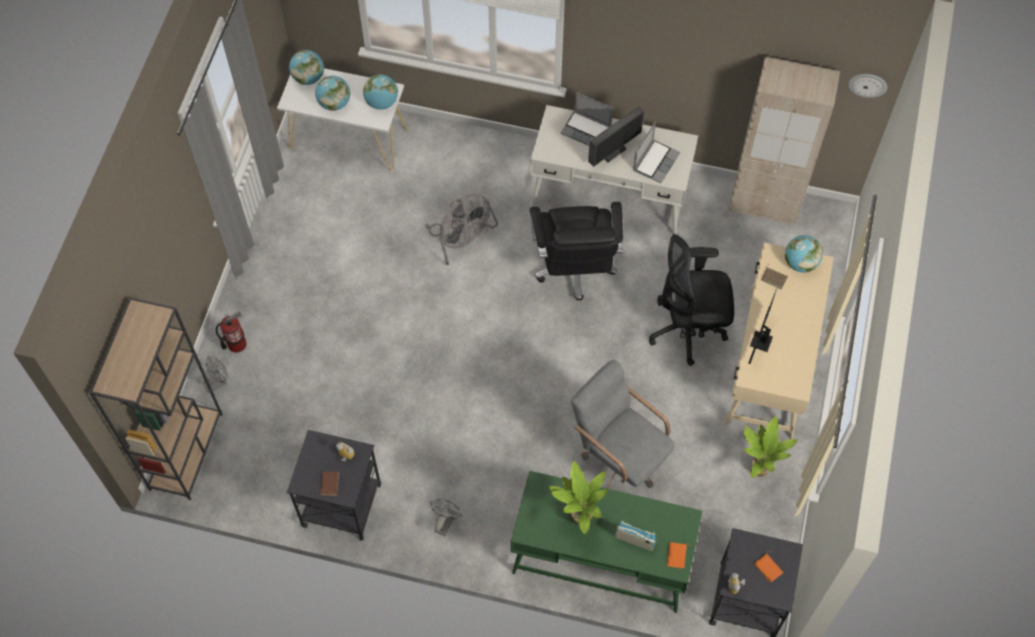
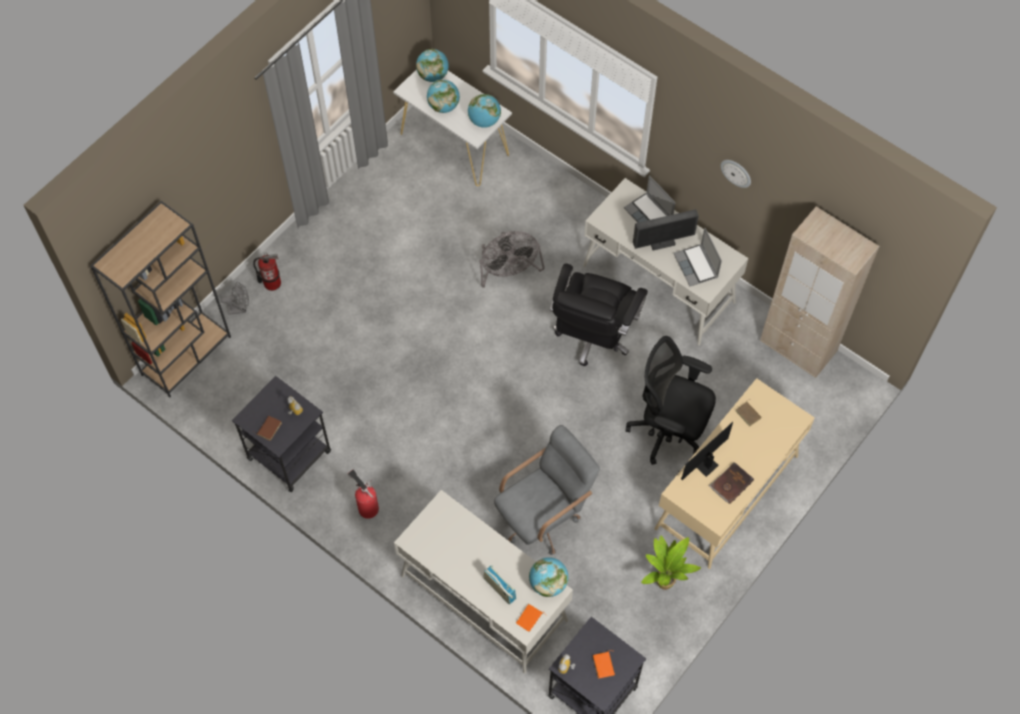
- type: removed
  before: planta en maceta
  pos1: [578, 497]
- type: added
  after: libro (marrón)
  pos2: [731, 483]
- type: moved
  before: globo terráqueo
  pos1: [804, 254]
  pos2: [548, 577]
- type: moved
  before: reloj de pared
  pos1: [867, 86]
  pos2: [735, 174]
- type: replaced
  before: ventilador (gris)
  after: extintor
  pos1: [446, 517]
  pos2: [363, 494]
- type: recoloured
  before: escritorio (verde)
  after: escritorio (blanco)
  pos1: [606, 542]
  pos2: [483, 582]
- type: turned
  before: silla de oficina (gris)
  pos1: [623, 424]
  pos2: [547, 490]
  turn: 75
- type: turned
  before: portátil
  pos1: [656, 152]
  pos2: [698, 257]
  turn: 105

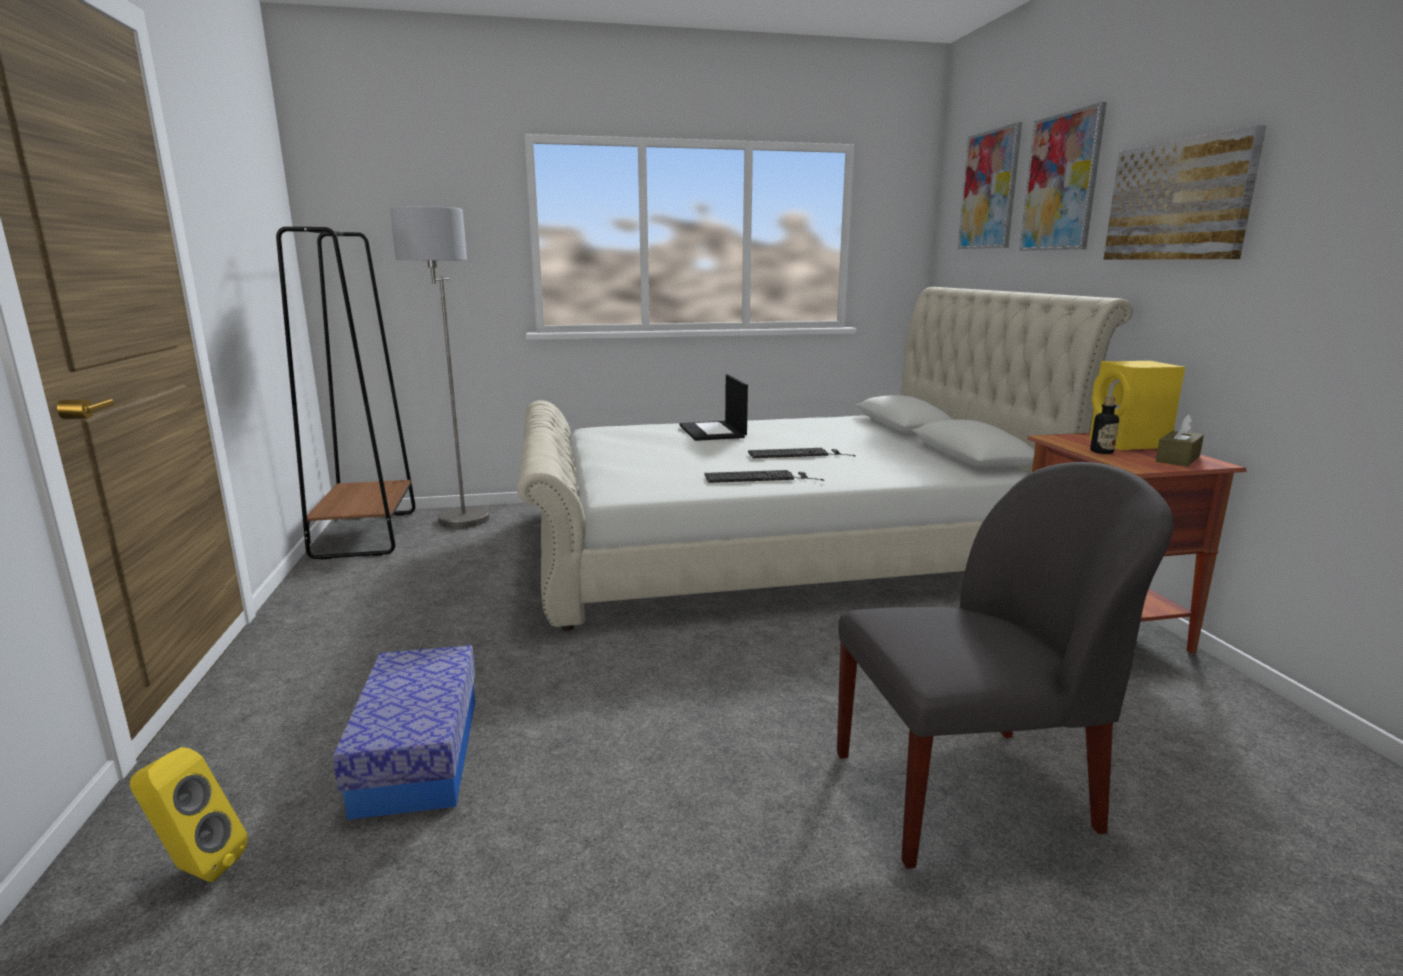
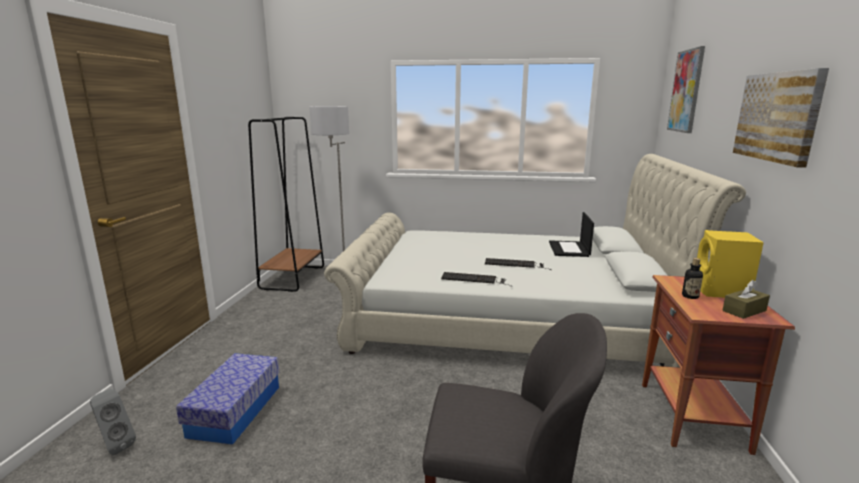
- type: removed
  before: cuadro
  pos1: [1063, 176]
- type: moved
  before: portátil
  pos1: [714, 407]
  pos2: [571, 234]
- type: recoloured
  before: altavoz (amarillo)
  after: altavoz (gris)
  pos1: [189, 814]
  pos2: [113, 422]

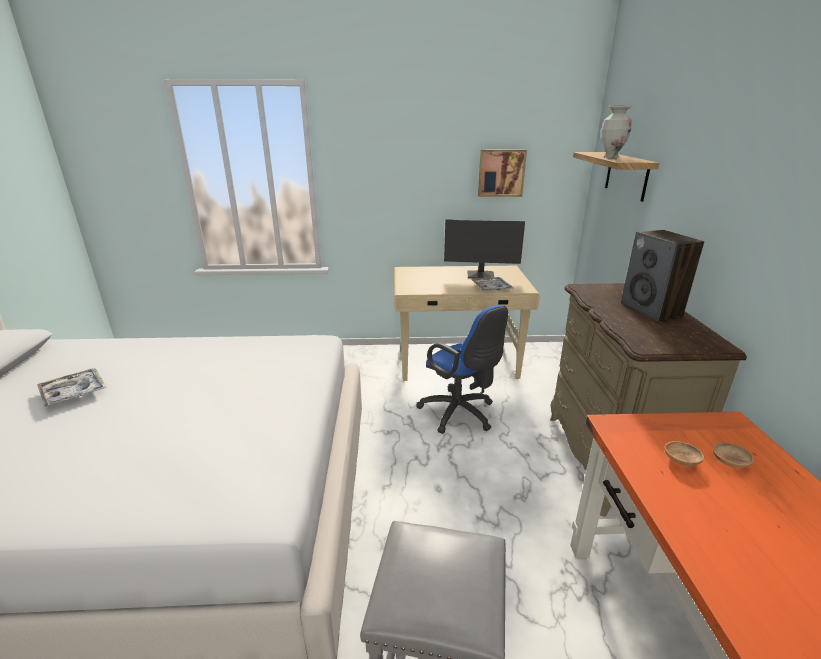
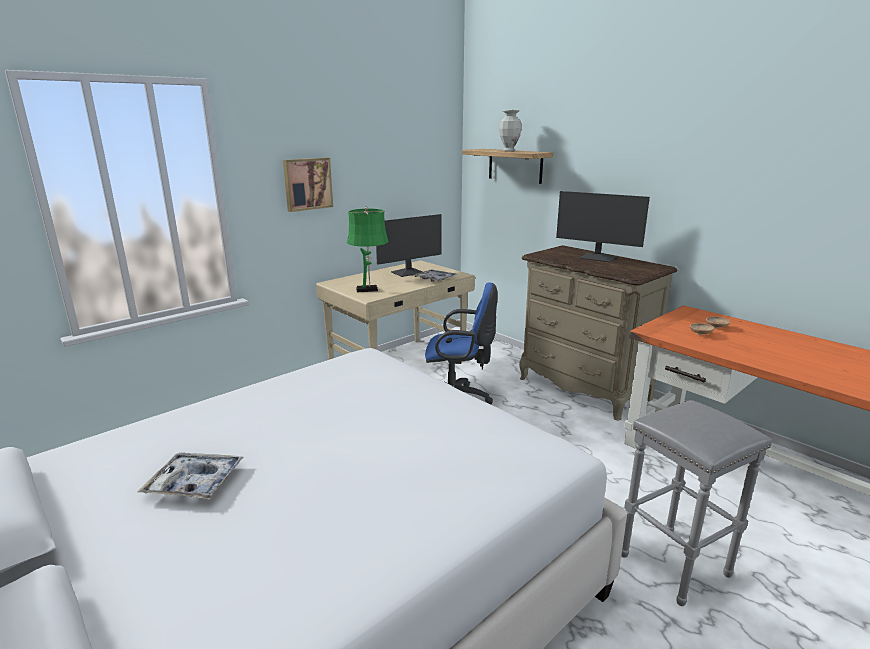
- type: added
  after: lámpara de mesa (verde)
  pos2: [367, 249]
- type: moved
  before: cuadro
  pos1: [502, 173]
  pos2: [308, 185]
- type: replaced
  before: altavoz
  after: monitor
  pos1: [662, 275]
  pos2: [603, 226]

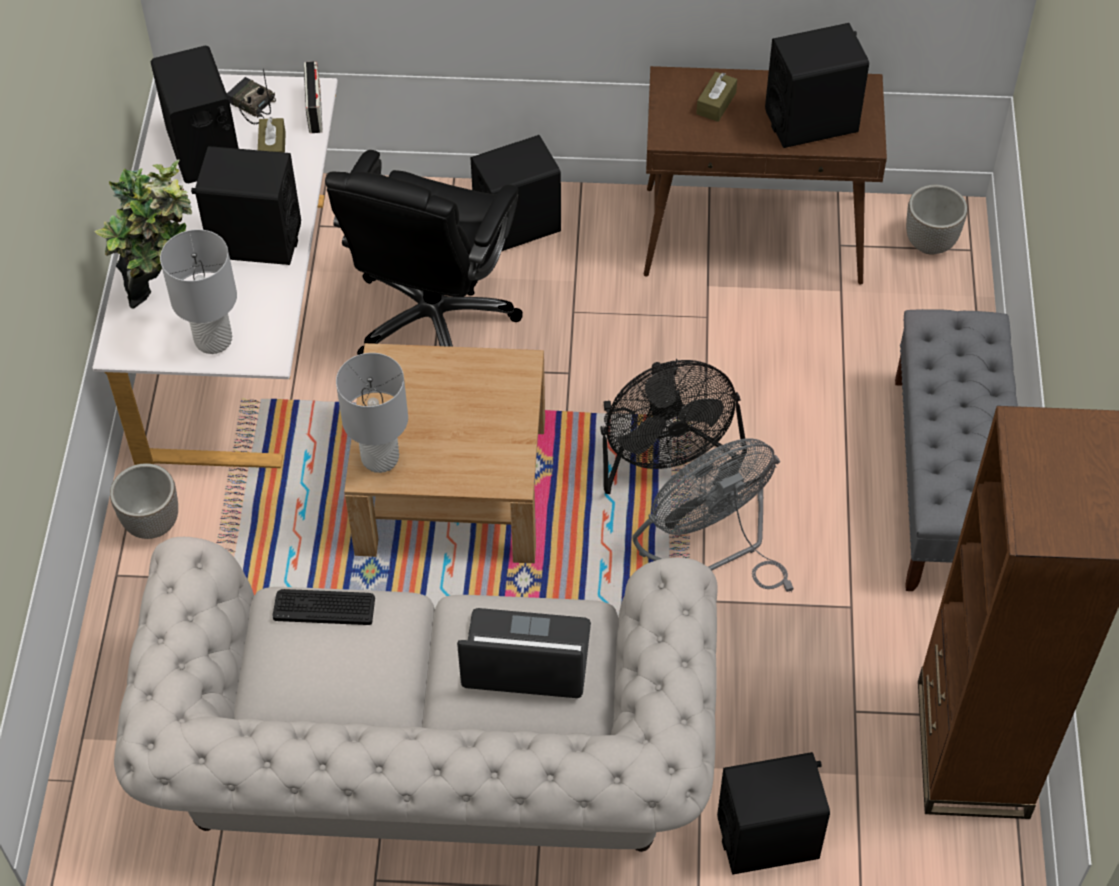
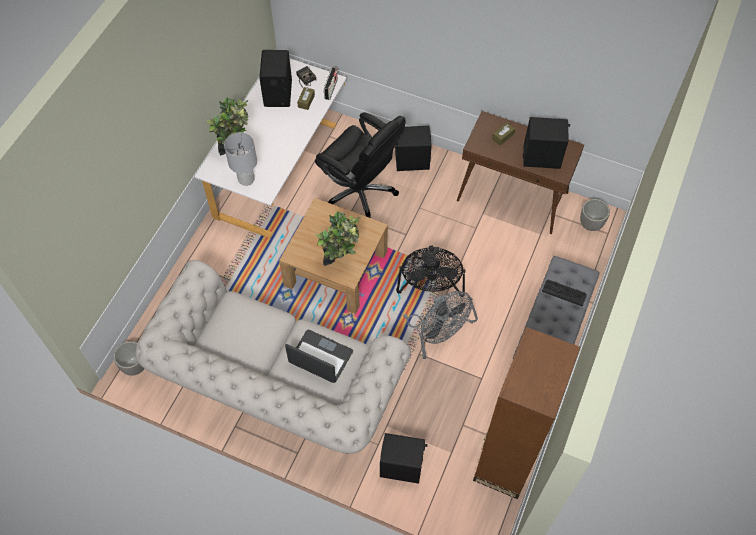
- type: removed
  before: altavoz (negro)
  pos1: [246, 205]
- type: removed
  before: lámpara de mesa (gris)
  pos1: [372, 413]
- type: added
  after: planta en maceta
  pos2: [338, 238]
- type: moved
  before: maceta
  pos1: [144, 501]
  pos2: [128, 358]
- type: moved
  before: teclado
  pos1: [324, 607]
  pos2: [564, 293]
- type: turned
  before: silla de oficina (negro)
  pos1: [424, 252]
  pos2: [360, 165]
  turn: -90
- type: turned
  before: ventilador (gris)
  pos1: [712, 515]
  pos2: [440, 325]
  turn: 150

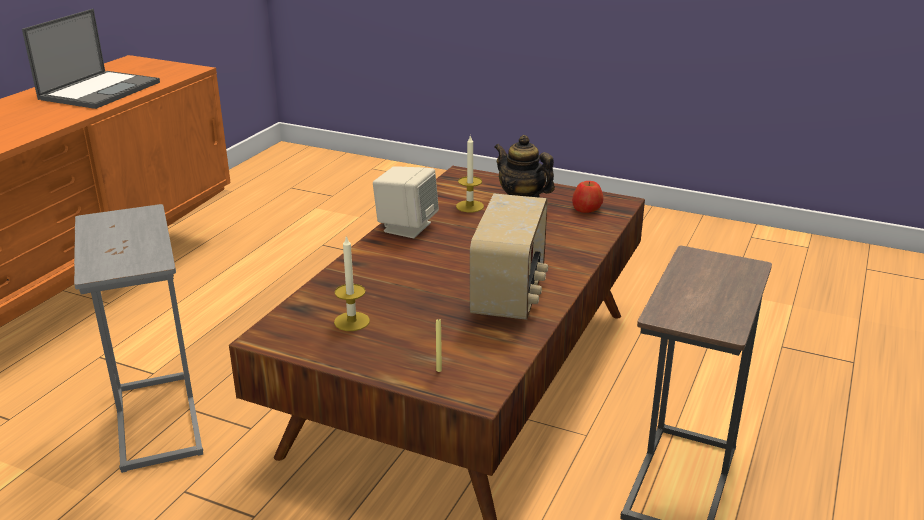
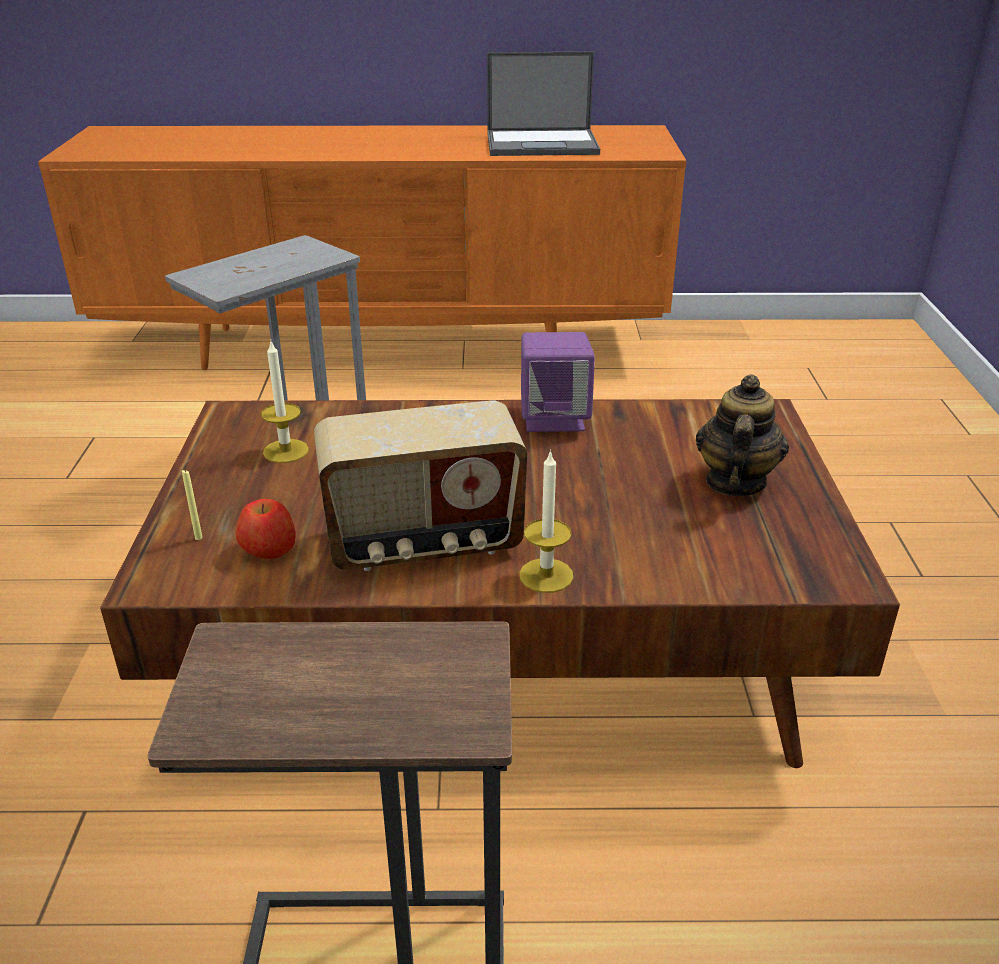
- type: moved
  before: vela
  pos1: [470, 173]
  pos2: [546, 521]
- type: moved
  before: manzana
  pos1: [587, 197]
  pos2: [266, 529]
- type: recoloured
  before: altavoz (beis)
  after: altavoz (morado)
  pos1: [406, 202]
  pos2: [558, 382]

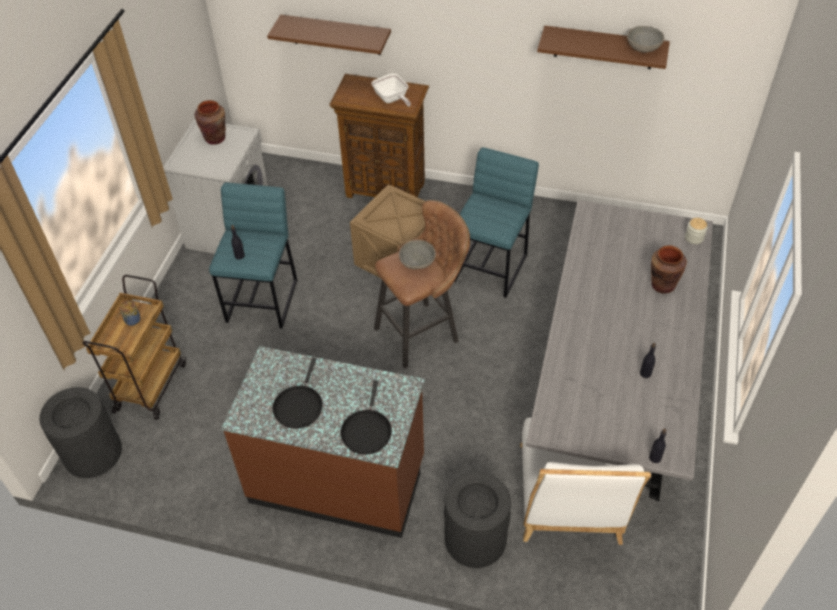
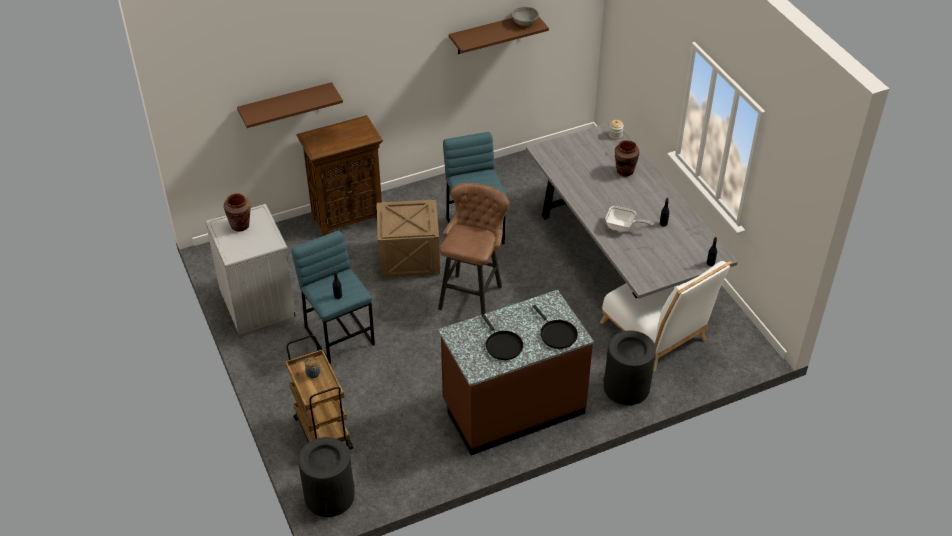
- type: removed
  before: cuenco (gris)
  pos1: [417, 254]
- type: moved
  before: sartén
  pos1: [391, 90]
  pos2: [629, 219]

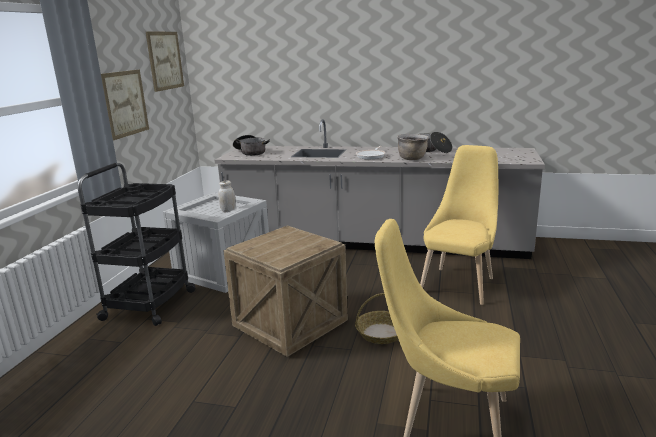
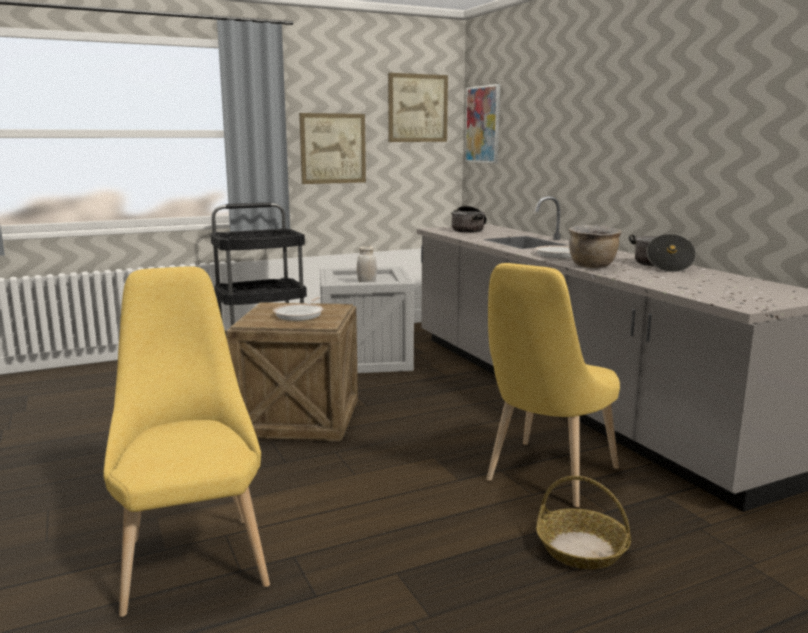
- type: added
  after: sartén
  pos2: [298, 309]
- type: added
  after: cuadro
  pos2: [482, 123]
- type: moved
  before: cesta
  pos1: [376, 318]
  pos2: [583, 522]
- type: turned
  before: silla (amarillo)
  pos1: [459, 225]
  pos2: [553, 385]
  turn: 135

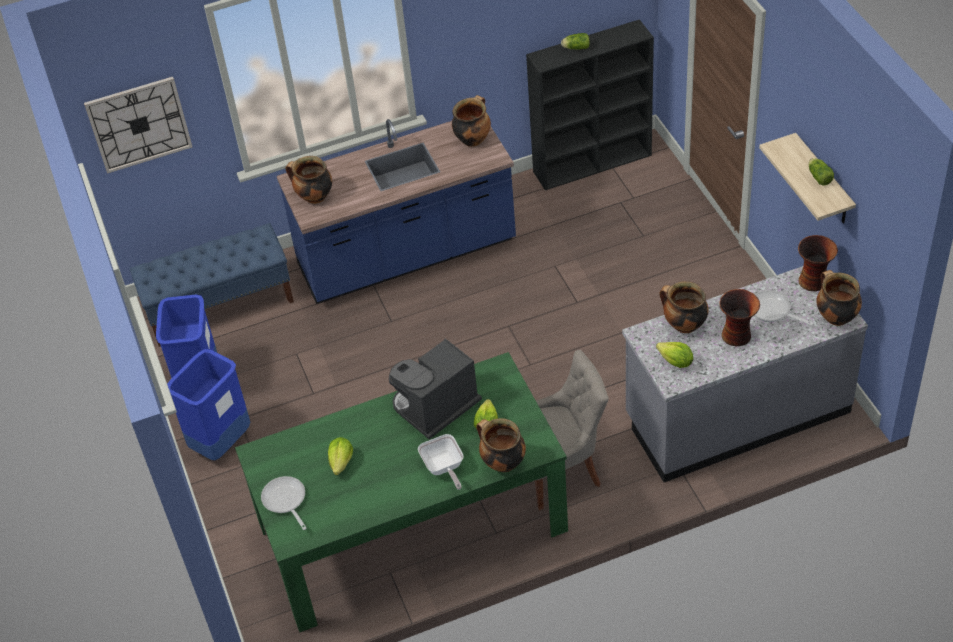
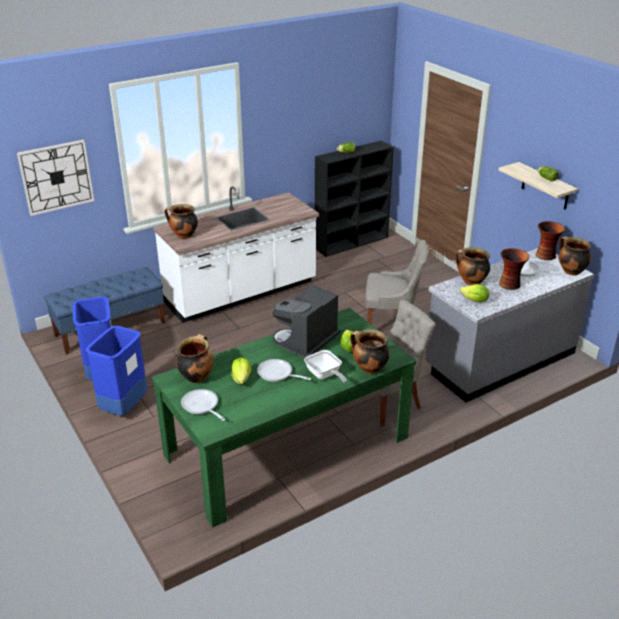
- type: added
  after: sartén
  pos2: [284, 370]
- type: added
  after: silla (gris)
  pos2: [396, 282]
- type: moved
  before: olla
  pos1: [471, 121]
  pos2: [195, 358]
- type: recoloured
  before: mueble bajo de cocina (azul)
  after: mueble bajo de cocina (blanco)
  pos1: [396, 211]
  pos2: [236, 254]

